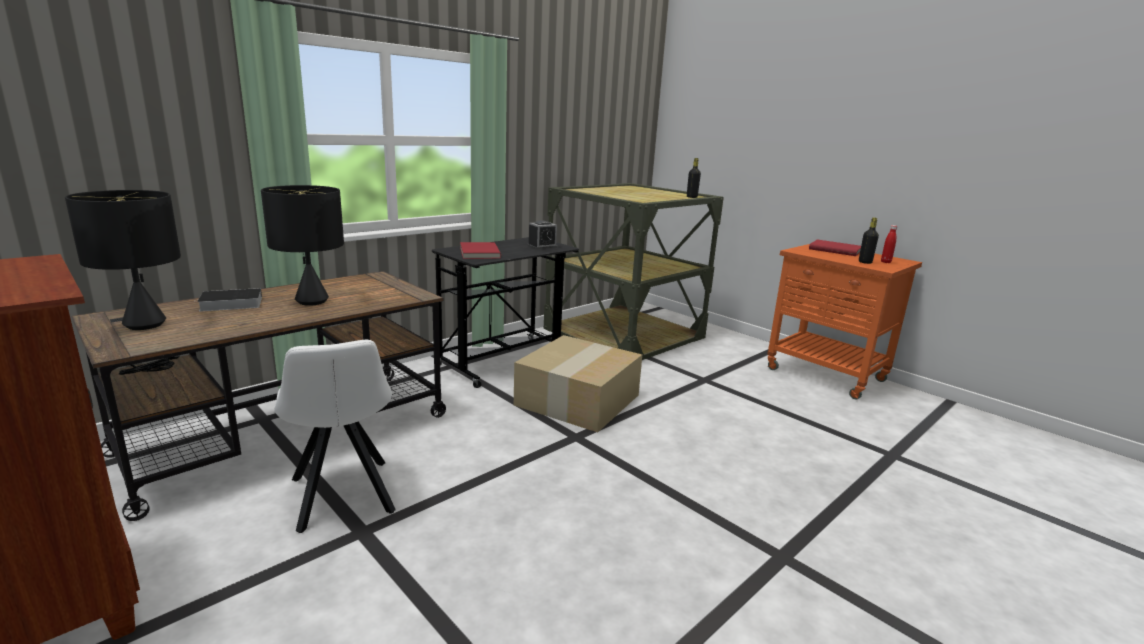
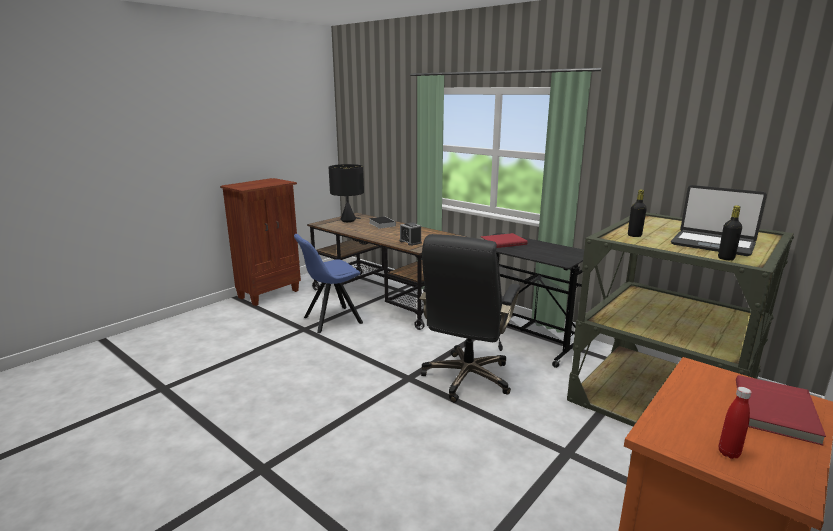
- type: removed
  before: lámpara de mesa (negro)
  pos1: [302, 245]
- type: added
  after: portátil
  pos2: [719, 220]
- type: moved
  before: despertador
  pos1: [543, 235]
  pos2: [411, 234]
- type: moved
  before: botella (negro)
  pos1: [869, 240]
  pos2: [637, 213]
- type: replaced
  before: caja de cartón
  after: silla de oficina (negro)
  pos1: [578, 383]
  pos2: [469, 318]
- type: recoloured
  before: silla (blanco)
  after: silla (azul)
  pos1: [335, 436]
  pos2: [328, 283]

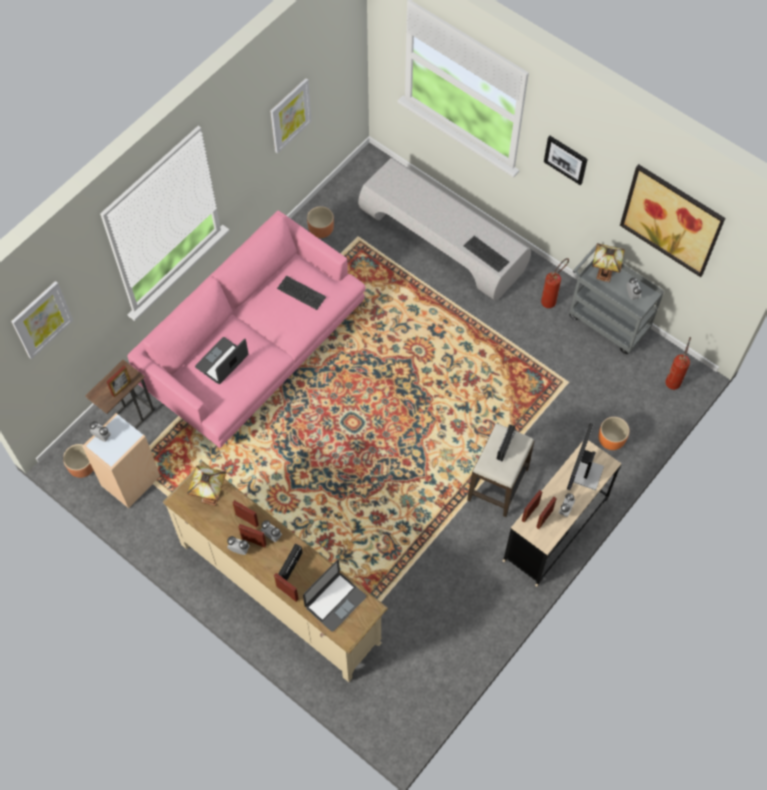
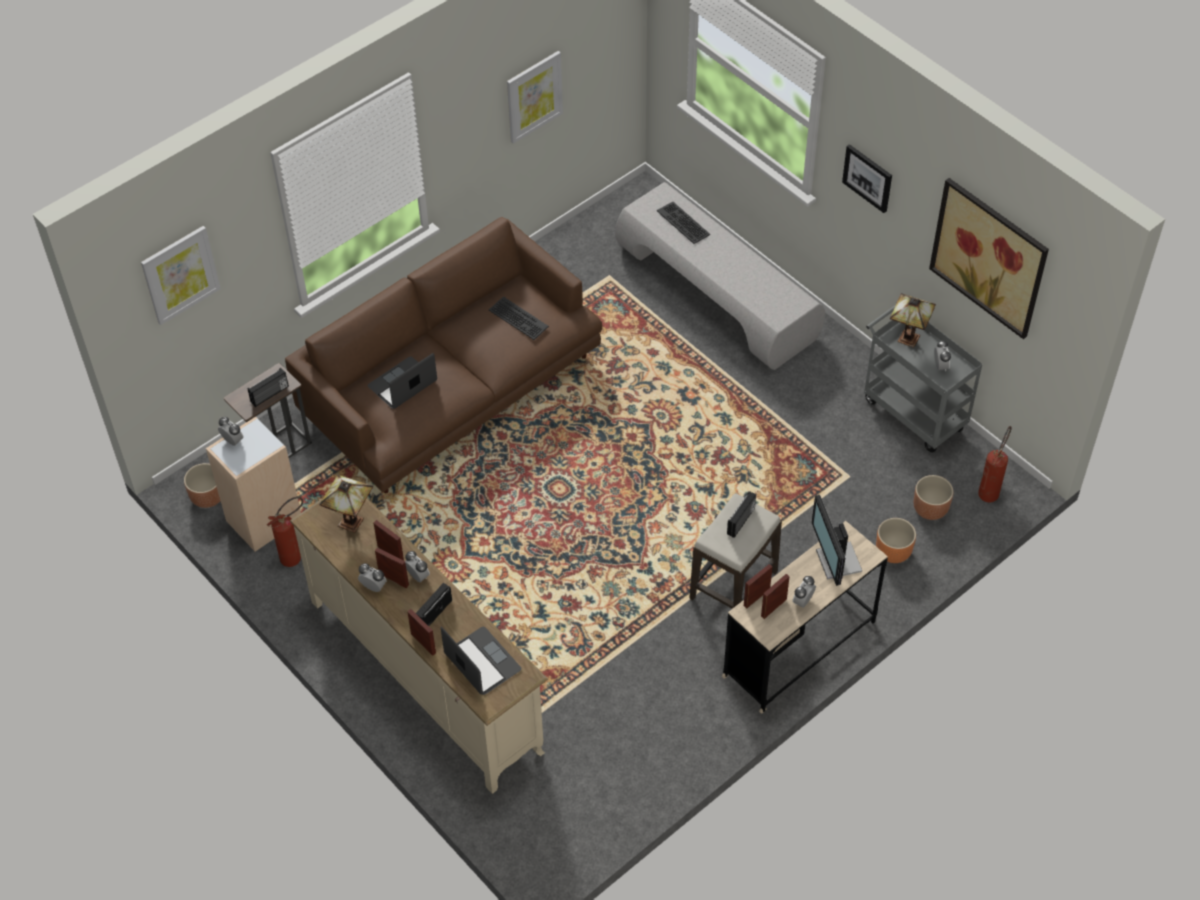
- type: moved
  before: maceta (marrón)
  pos1: [320, 222]
  pos2: [933, 497]
- type: moved
  before: teclado
  pos1: [486, 254]
  pos2: [683, 223]
- type: moved
  before: extintor
  pos1: [555, 283]
  pos2: [285, 532]
- type: replaced
  before: portarretratos
  after: radio
  pos1: [119, 382]
  pos2: [268, 387]
- type: recoloured
  before: sofá (rosa)
  after: sofá (marrón)
  pos1: [246, 329]
  pos2: [443, 355]
- type: turned
  before: portátil
  pos1: [334, 596]
  pos2: [481, 661]
  turn: -90
- type: turned
  before: monitor
  pos1: [585, 456]
  pos2: [837, 540]
  turn: -45

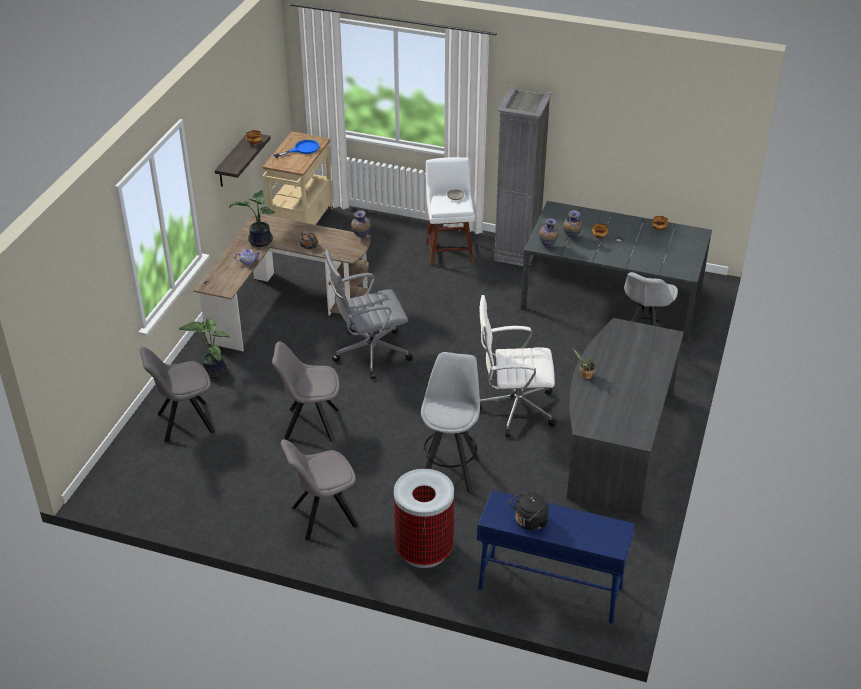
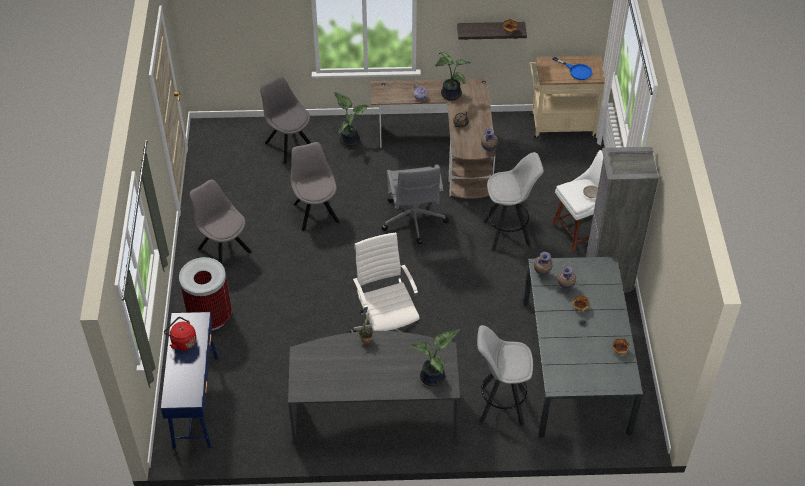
- type: added
  after: planta en maceta
  pos2: [435, 357]
- type: moved
  before: taburete (gris)
  pos1: [450, 423]
  pos2: [514, 201]
- type: recoloured
  before: hervidor (negro)
  after: hervidor (rojo)
  pos1: [528, 511]
  pos2: [180, 334]
- type: turned
  before: silla de oficina (gris)
  pos1: [369, 314]
  pos2: [415, 204]
  turn: -150

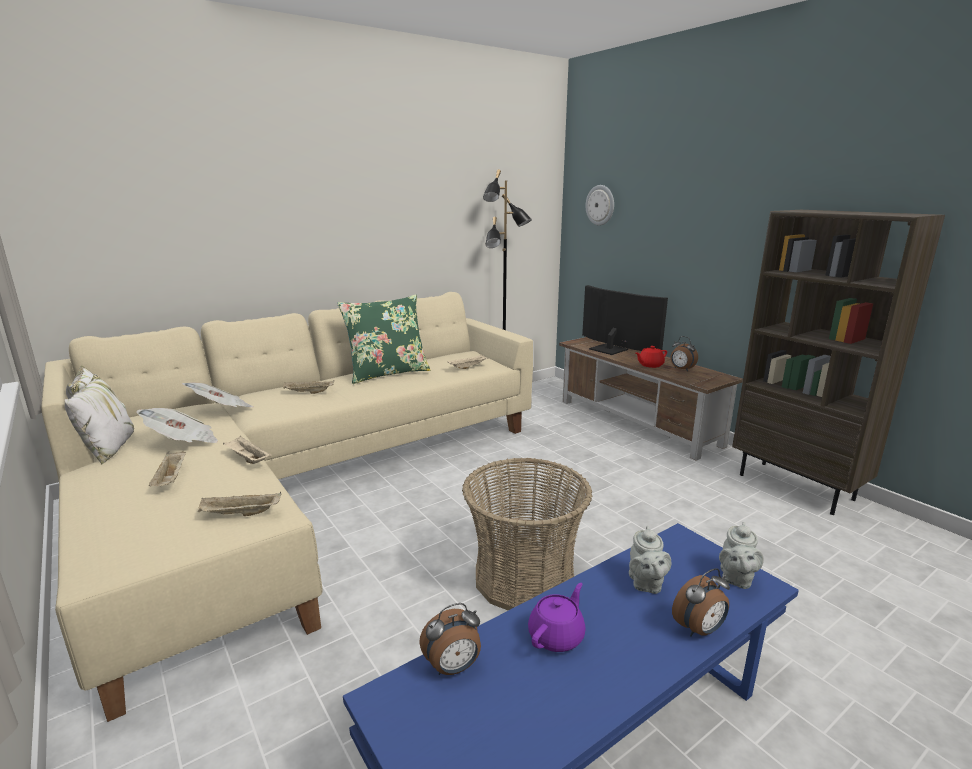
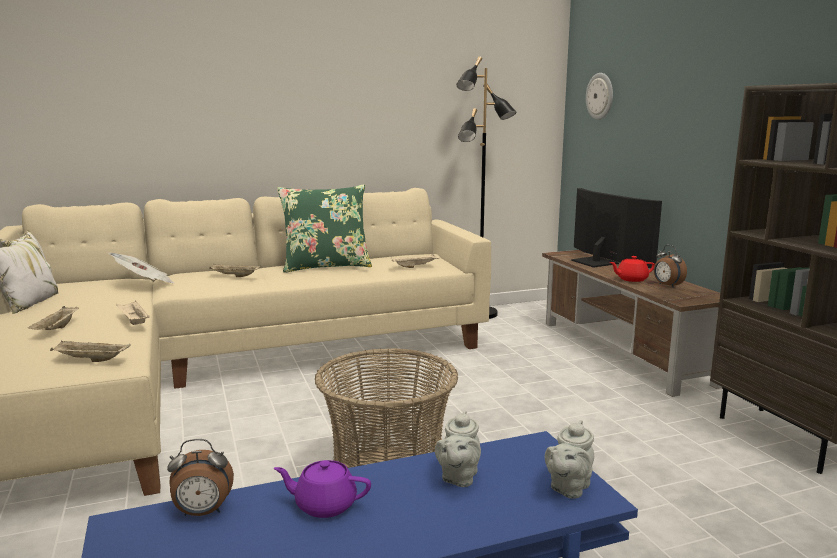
- type: removed
  before: periódico
  pos1: [177, 425]
- type: removed
  before: despertador
  pos1: [701, 602]
- type: turned
  before: tetera (morado)
  pos1: [557, 617]
  pos2: [322, 489]
  turn: -135

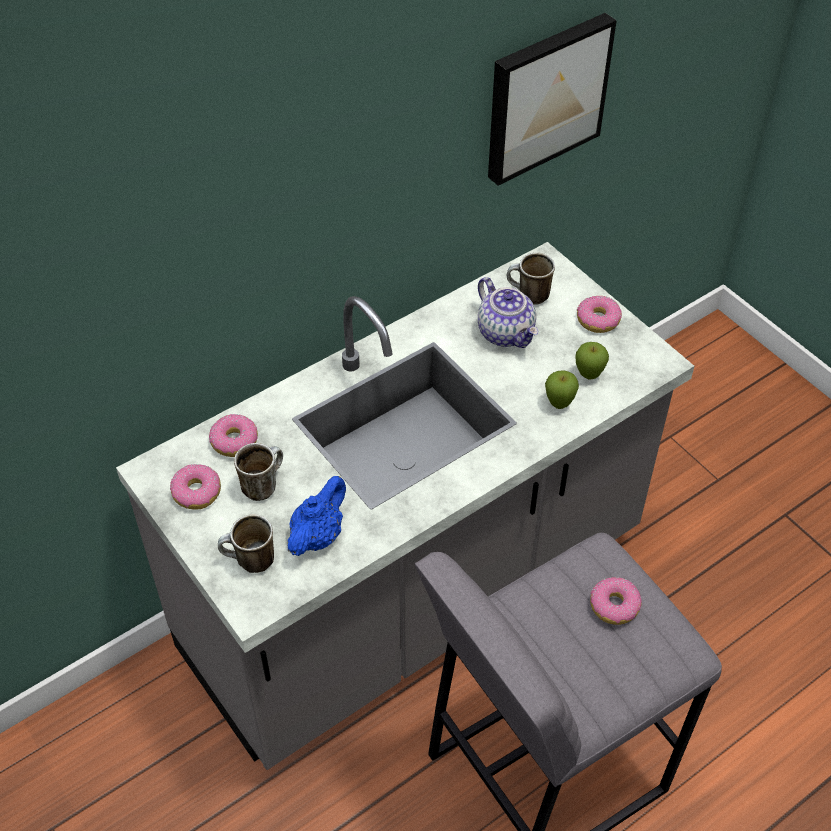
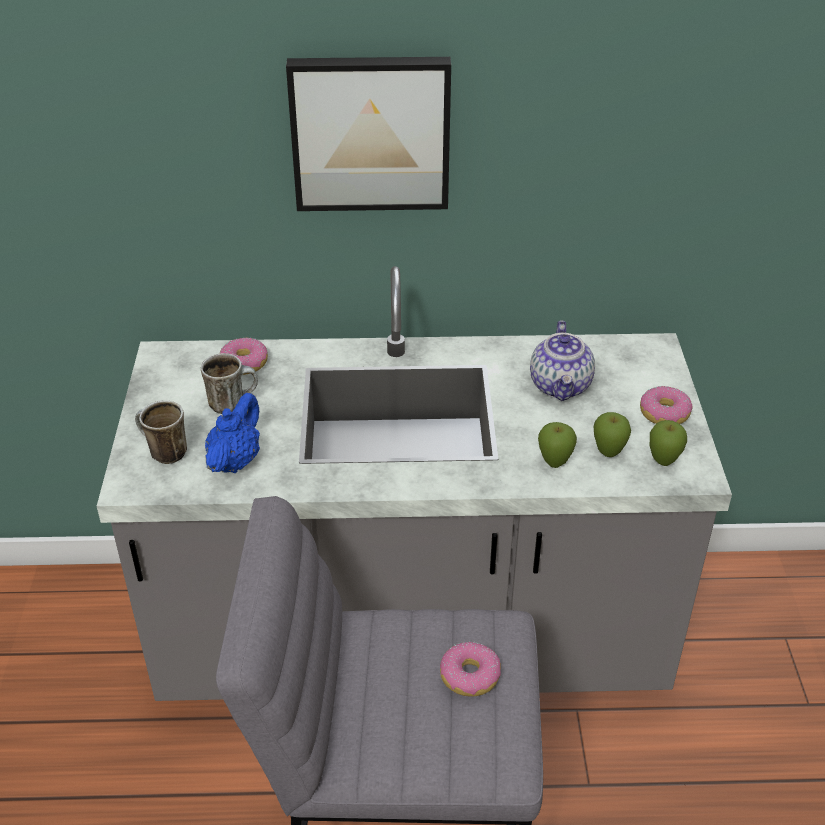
- type: removed
  before: rosquilla
  pos1: [195, 487]
- type: removed
  before: taza grande
  pos1: [531, 278]
- type: added
  after: manzana
  pos2: [668, 443]
- type: moved
  before: cuadro
  pos1: [552, 99]
  pos2: [368, 134]
- type: turned
  before: tetera (azul)
  pos1: [316, 516]
  pos2: [232, 433]
  turn: -45

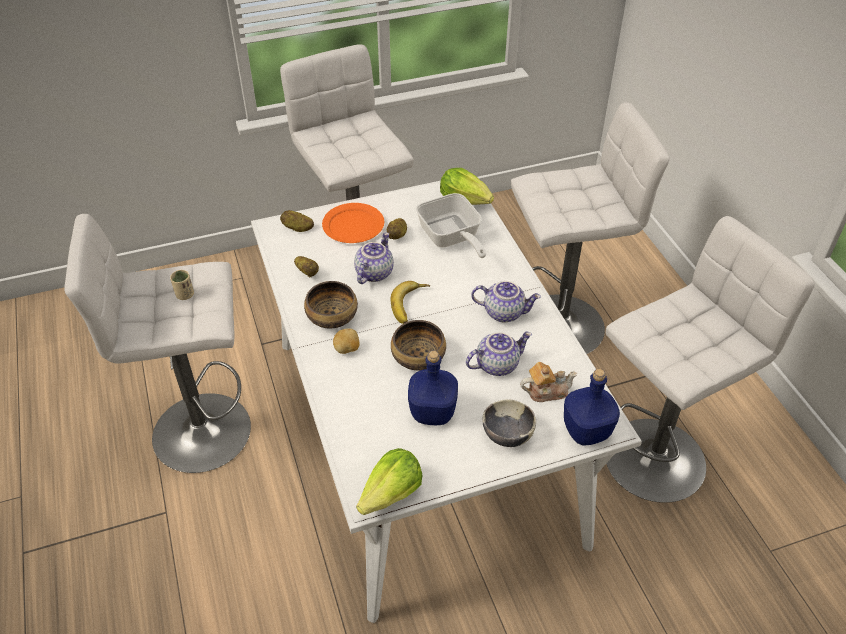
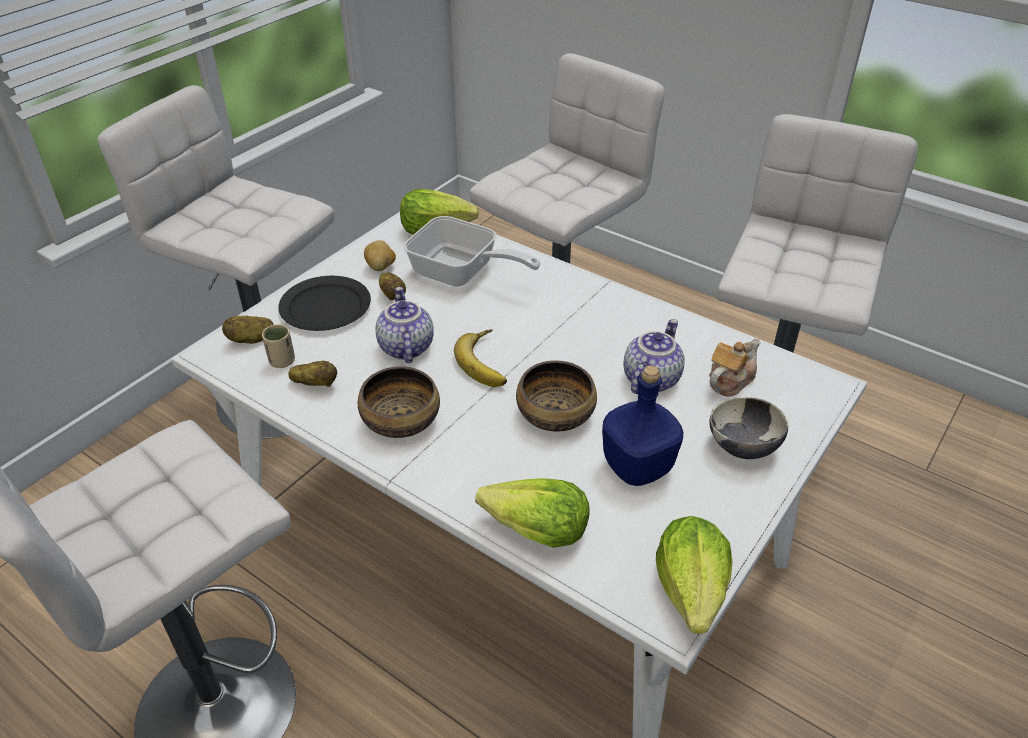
- type: removed
  before: tetera
  pos1: [506, 301]
- type: removed
  before: botella (azul)
  pos1: [592, 407]
- type: added
  after: lechuga
  pos2: [532, 513]
- type: moved
  before: taza (beis)
  pos1: [182, 285]
  pos2: [278, 346]
- type: moved
  before: patata
  pos1: [346, 341]
  pos2: [380, 255]
- type: recoloured
  before: plato (naranja)
  after: plato (negro)
  pos1: [353, 223]
  pos2: [324, 303]

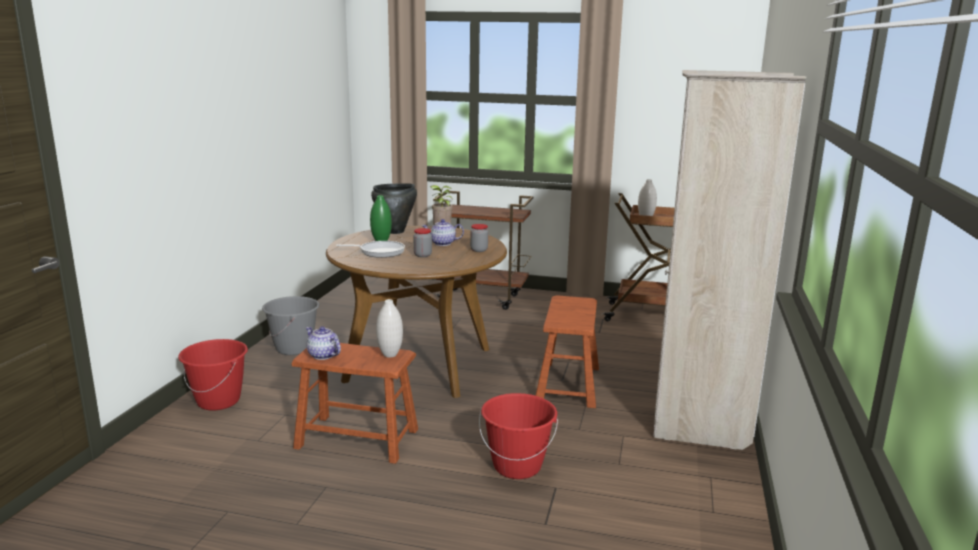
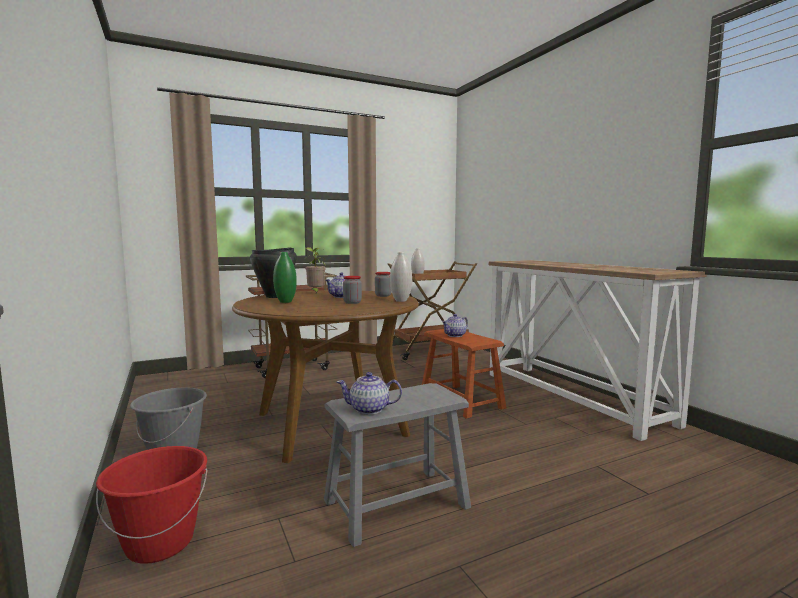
- type: removed
  before: sartén
  pos1: [370, 249]
- type: removed
  before: cubo (rojo)
  pos1: [518, 436]
- type: added
  after: tetera
  pos2: [455, 325]
- type: moved
  before: florero (blanco)
  pos1: [389, 328]
  pos2: [401, 277]
- type: replaced
  before: armario (beis)
  after: mesa consola
  pos1: [730, 260]
  pos2: [598, 350]
- type: recoloured
  before: taburete (marrón)
  after: taburete (gris)
  pos1: [355, 403]
  pos2: [397, 465]

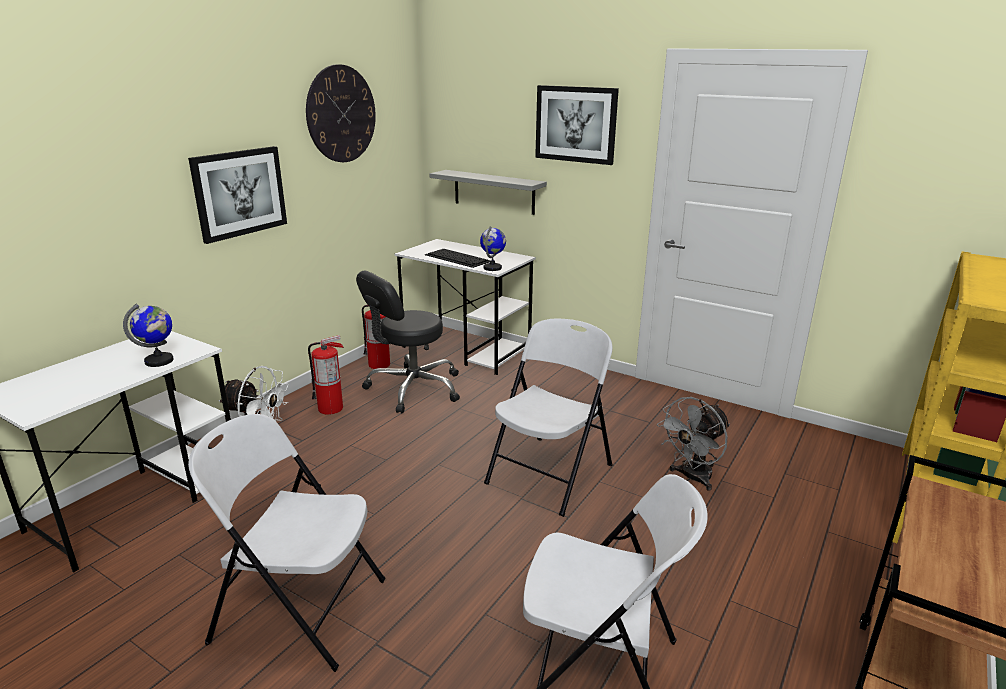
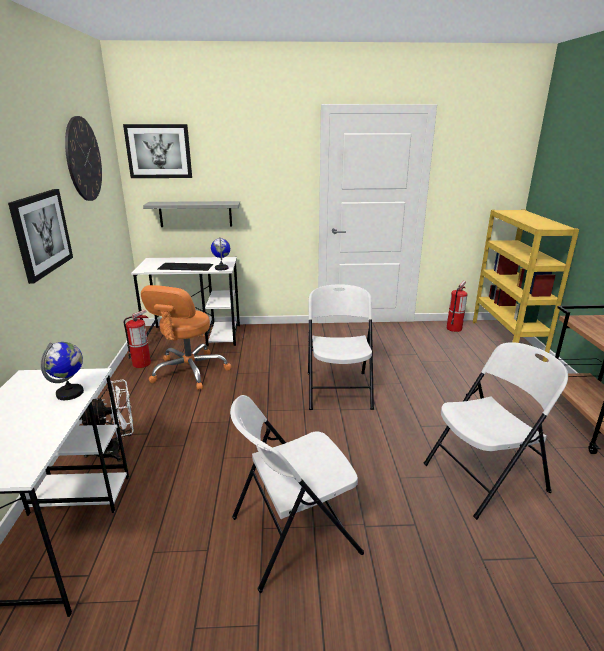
- type: removed
  before: ventilador (gris)
  pos1: [693, 444]
- type: moved
  before: extintor
  pos1: [326, 375]
  pos2: [457, 306]
- type: moved
  before: cuadro
  pos1: [577, 125]
  pos2: [157, 151]
- type: recoloured
  before: silla de oficina (negro)
  after: silla de oficina (naranja)
  pos1: [408, 341]
  pos2: [186, 337]

